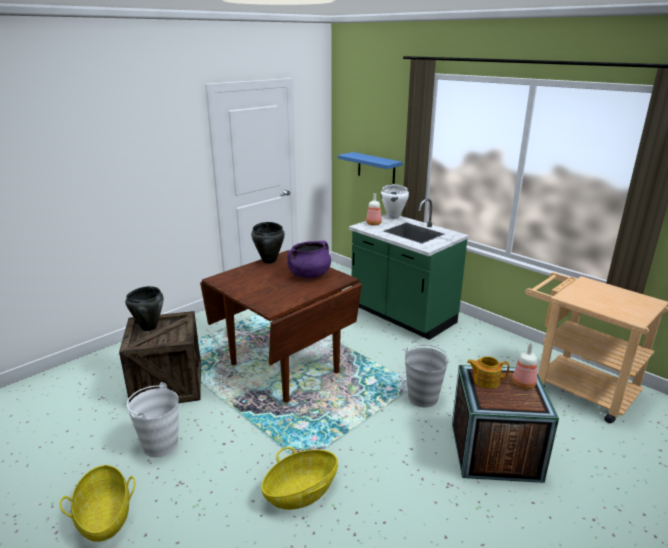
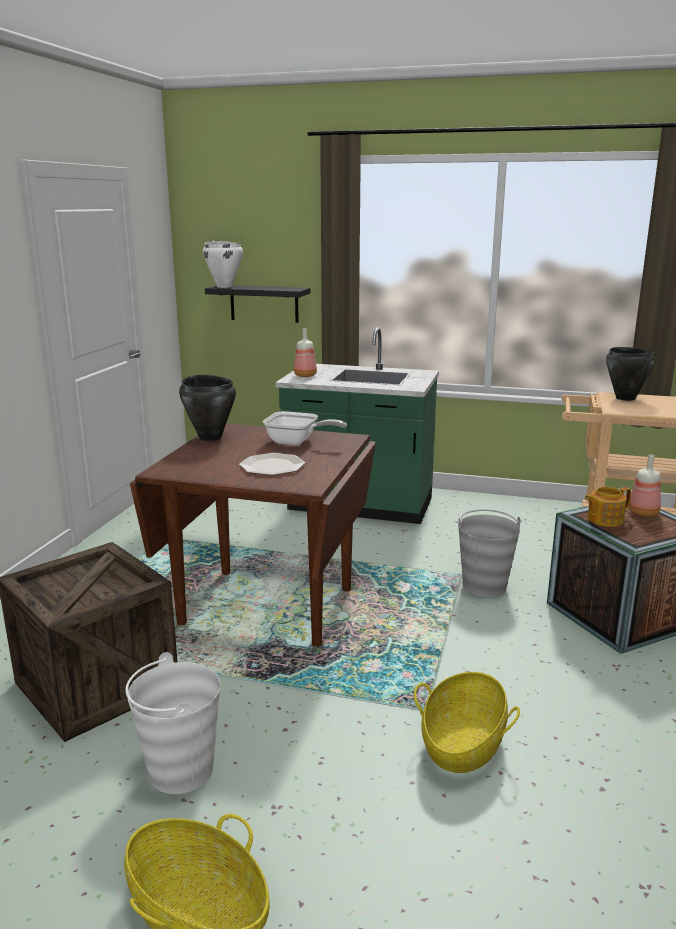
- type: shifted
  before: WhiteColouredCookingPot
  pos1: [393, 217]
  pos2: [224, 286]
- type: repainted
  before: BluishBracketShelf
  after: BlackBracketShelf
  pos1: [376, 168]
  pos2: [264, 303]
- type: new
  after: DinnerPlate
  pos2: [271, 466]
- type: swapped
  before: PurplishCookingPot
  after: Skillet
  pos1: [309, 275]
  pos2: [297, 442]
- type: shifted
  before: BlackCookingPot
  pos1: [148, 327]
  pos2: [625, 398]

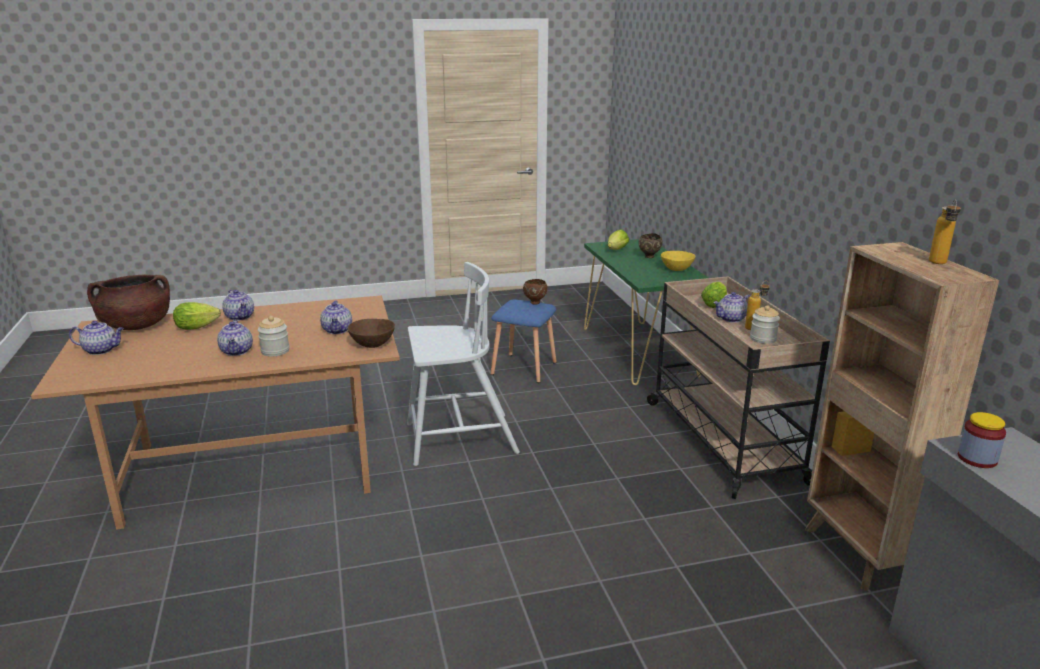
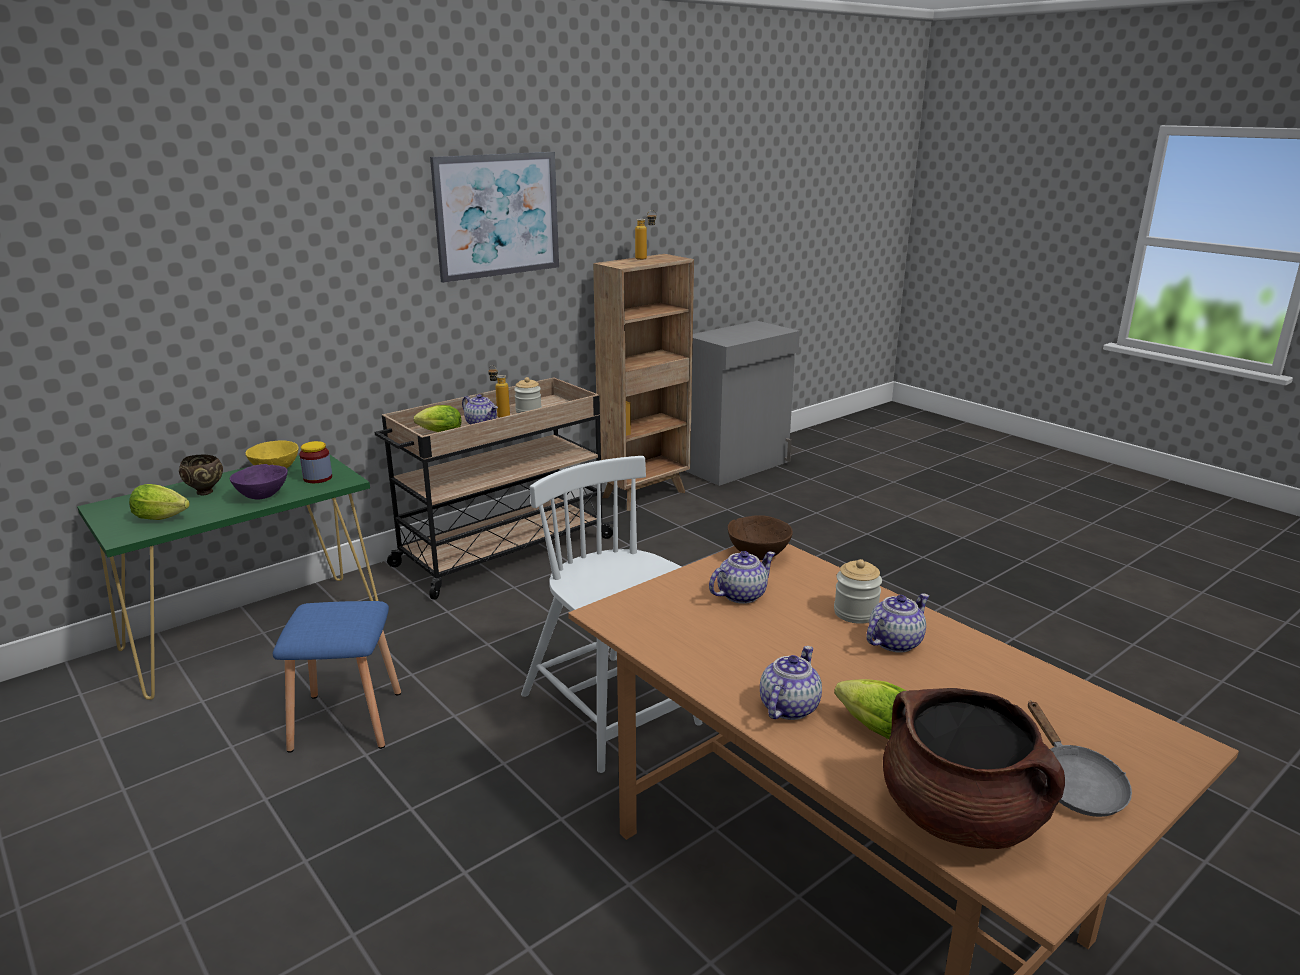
- type: new
  after: PurplishBowl
  pos2: [263, 496]
- type: shifted
  before: StorageJar
  pos1: [977, 459]
  pos2: [318, 478]
- type: new
  after: Picture
  pos2: [497, 215]
- type: swapped
  before: TeaPot
  after: GraySkillet
  pos1: [101, 350]
  pos2: [1074, 784]
- type: gone
  before: BrownishBowl
  pos1: [535, 302]

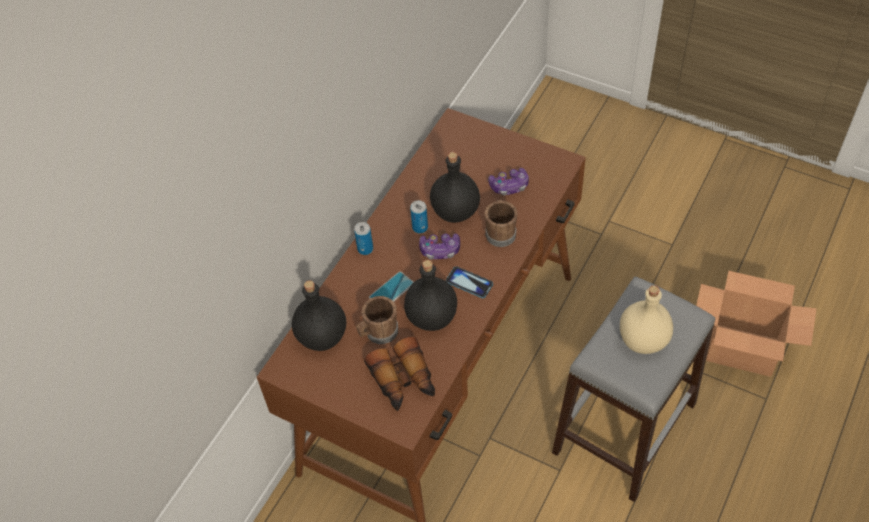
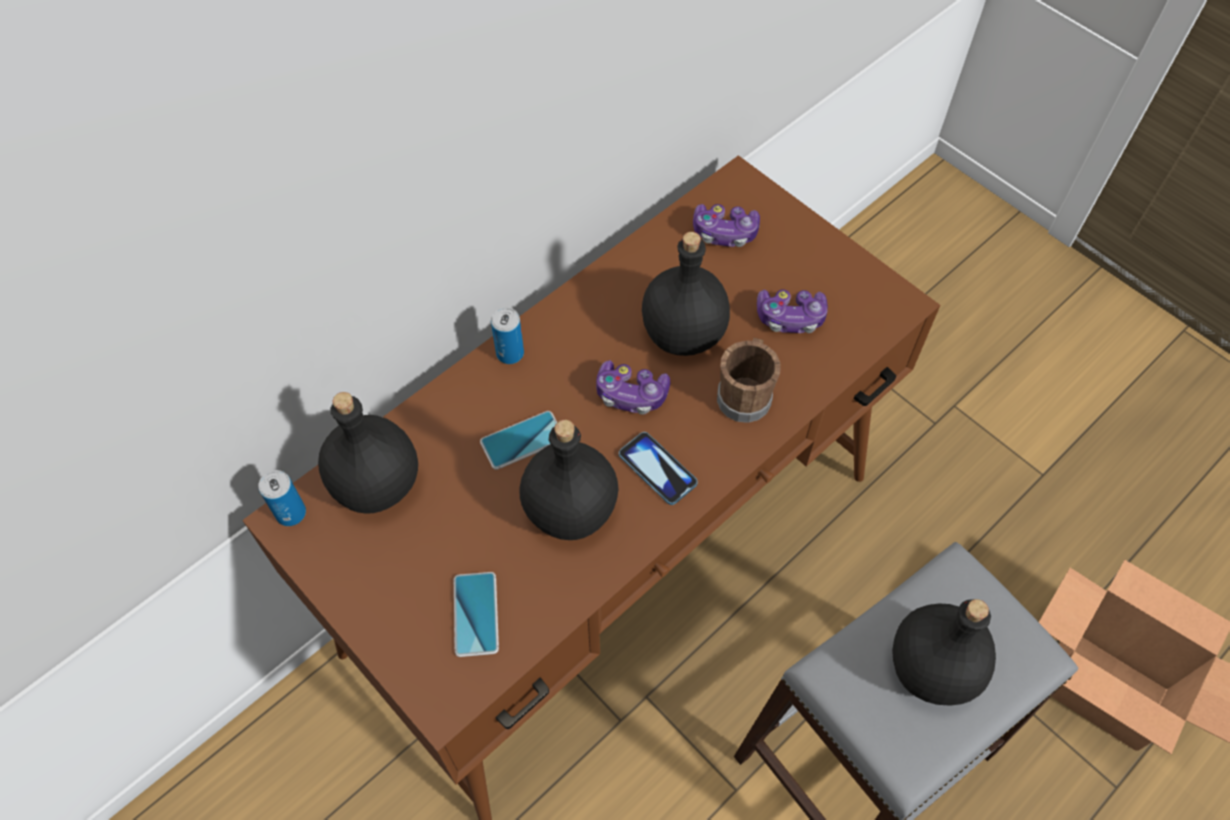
- type: shifted
  before: SealedCan
  pos1: [420, 227]
  pos2: [291, 513]
- type: swapped
  before: PairOfBinoculars
  after: Phone
  pos1: [403, 382]
  pos2: [475, 614]
- type: new
  after: GameController
  pos2: [724, 232]
- type: repainted
  before: SandColouredDrinkBottle
  after: BlackDrinkBottle
  pos1: [642, 339]
  pos2: [930, 667]
- type: gone
  before: BrownishCoffeeMug
  pos1: [378, 332]

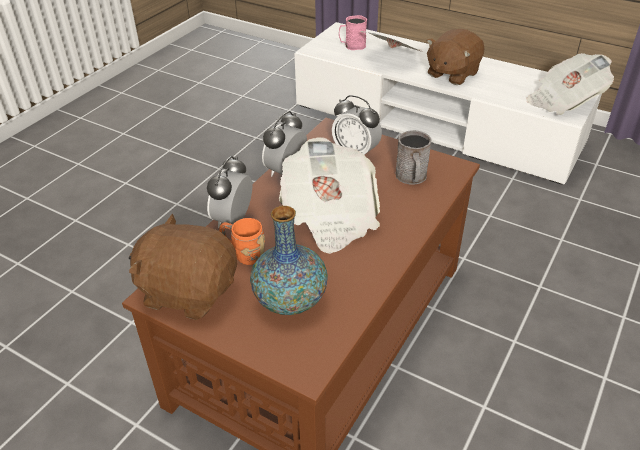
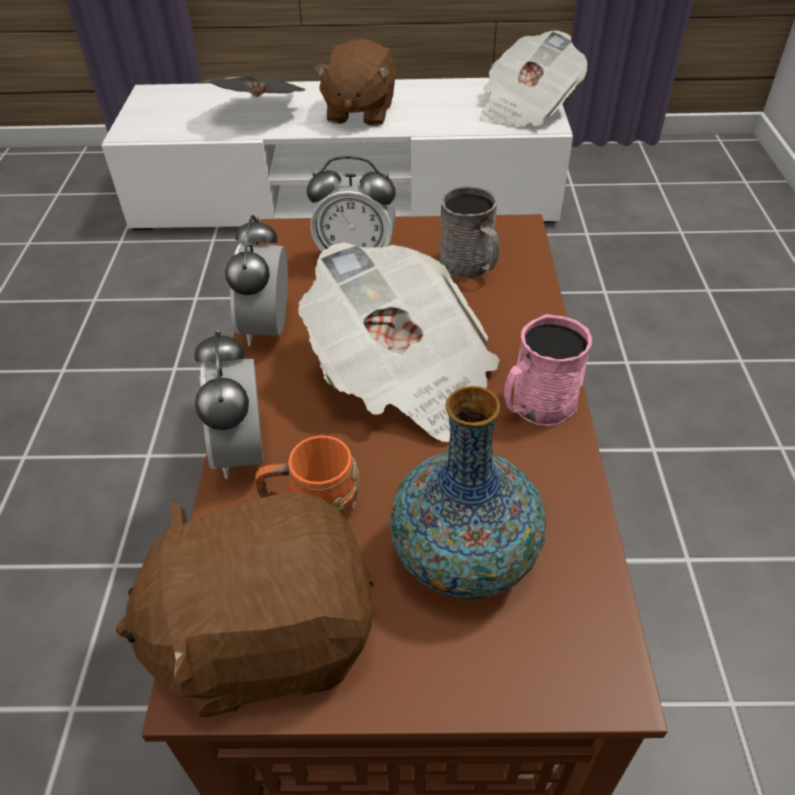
- type: shifted
  before: PinkCoffeeMug
  pos1: [352, 46]
  pos2: [536, 406]

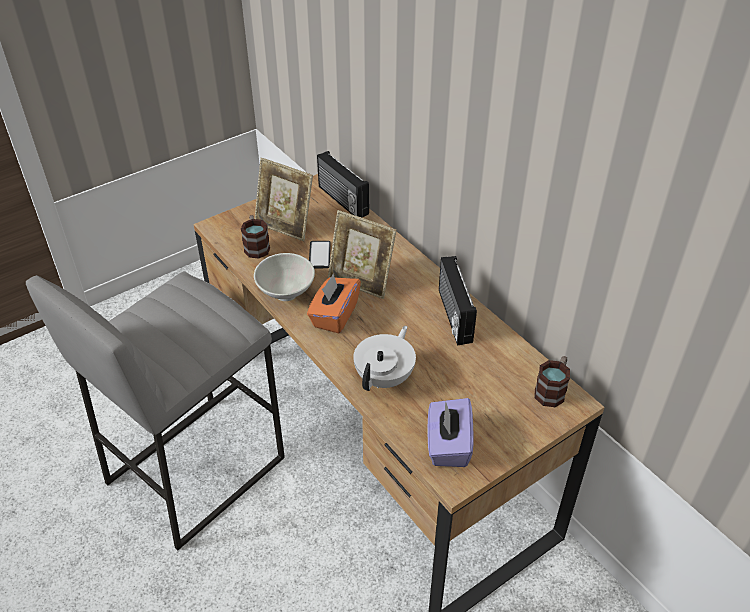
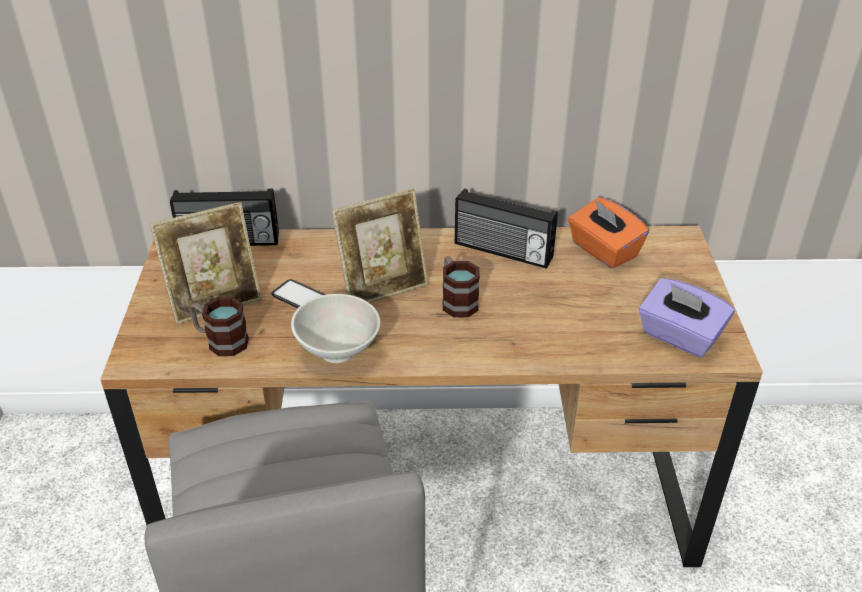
- type: shifted
  before: CoffeeMug
  pos1: [552, 390]
  pos2: [456, 300]
- type: shifted
  before: OrangeyTissueBox
  pos1: [334, 315]
  pos2: [603, 250]
- type: gone
  before: WhiteColouredTeaPot
  pos1: [385, 377]

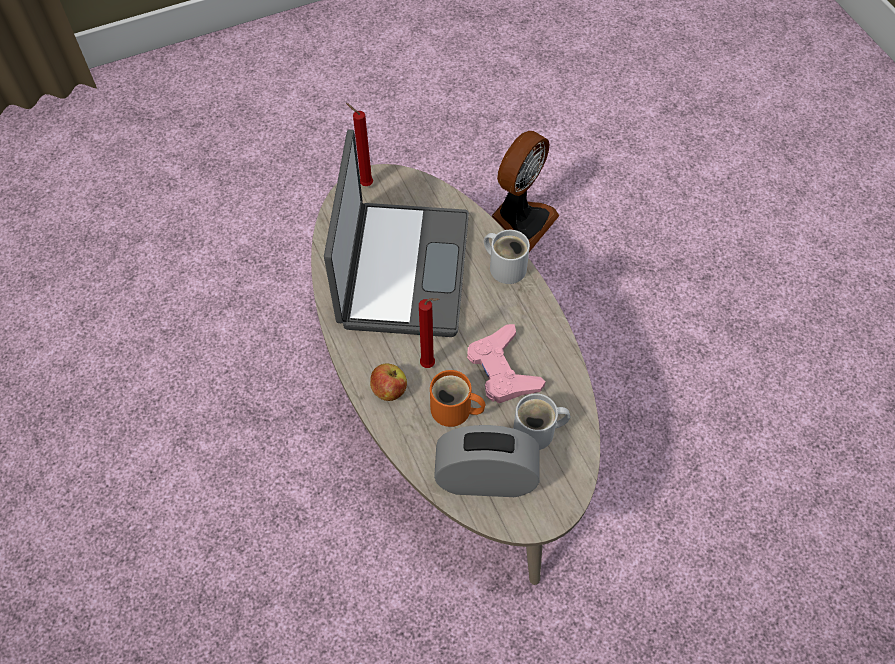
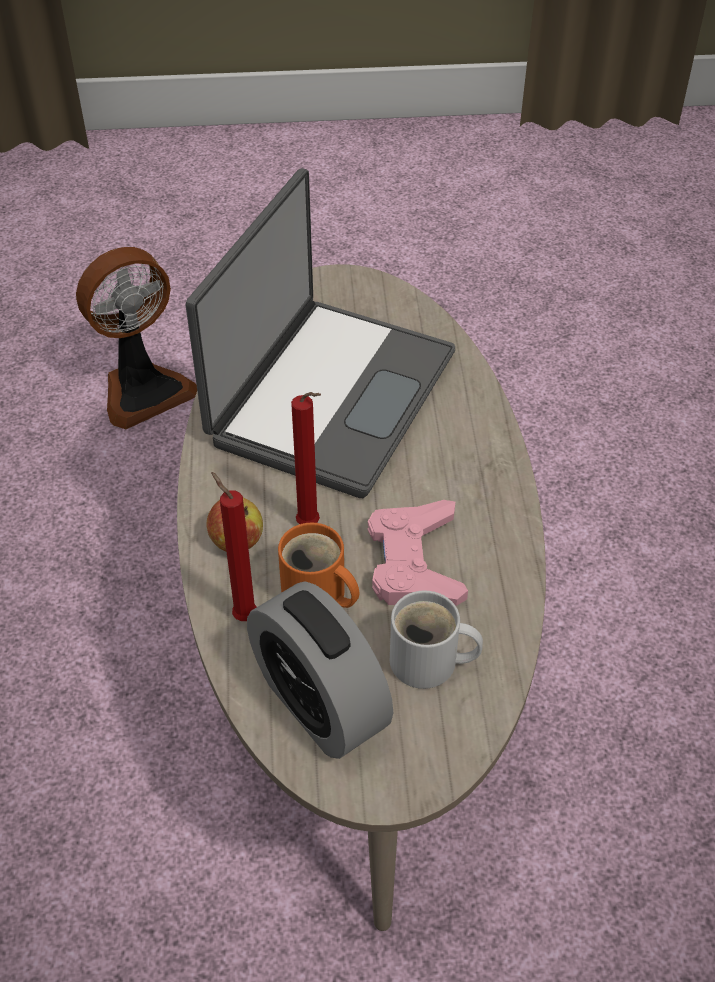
- type: shifted
  before: ElectricFan
  pos1: [521, 221]
  pos2: [143, 390]
- type: shifted
  before: ReddishWaxCandle
  pos1: [364, 184]
  pos2: [242, 614]
- type: rotated
  before: BedsideClock
  pos1: [485, 479]
  pos2: [319, 704]
  turn: -150
- type: gone
  before: WhiteColouredCoffeeMug
  pos1: [506, 266]

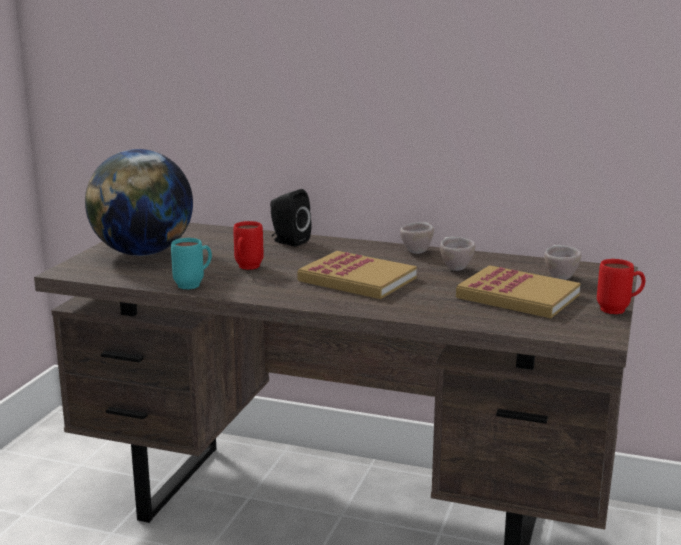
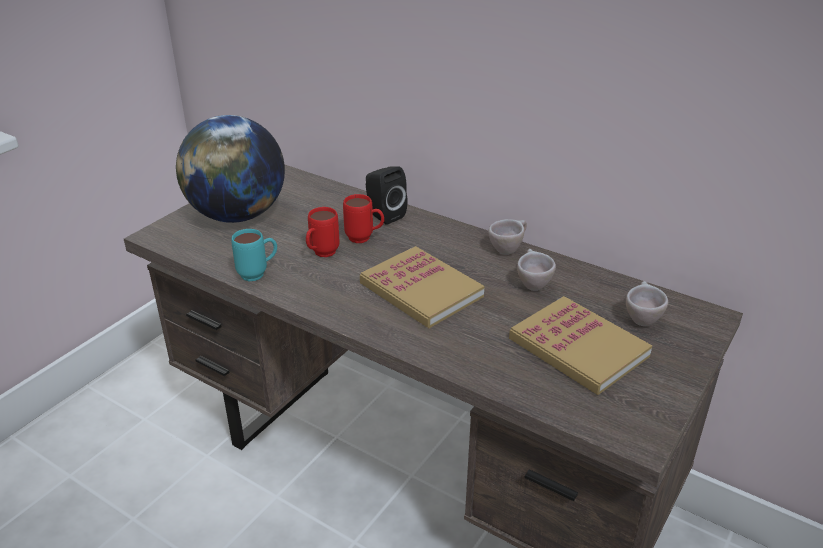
- type: shifted
  before: ReddishCoffeeMug
  pos1: [619, 310]
  pos2: [364, 239]

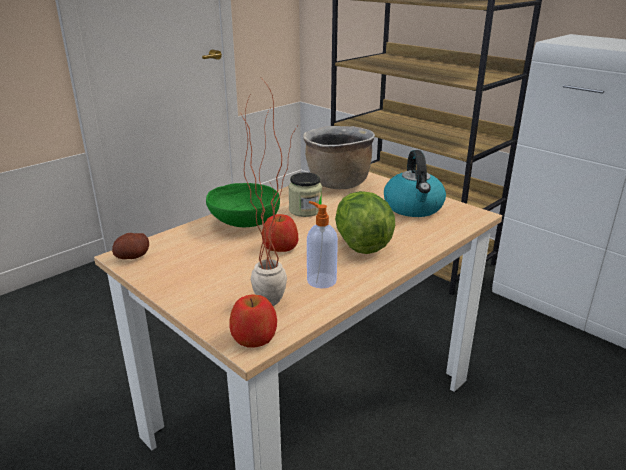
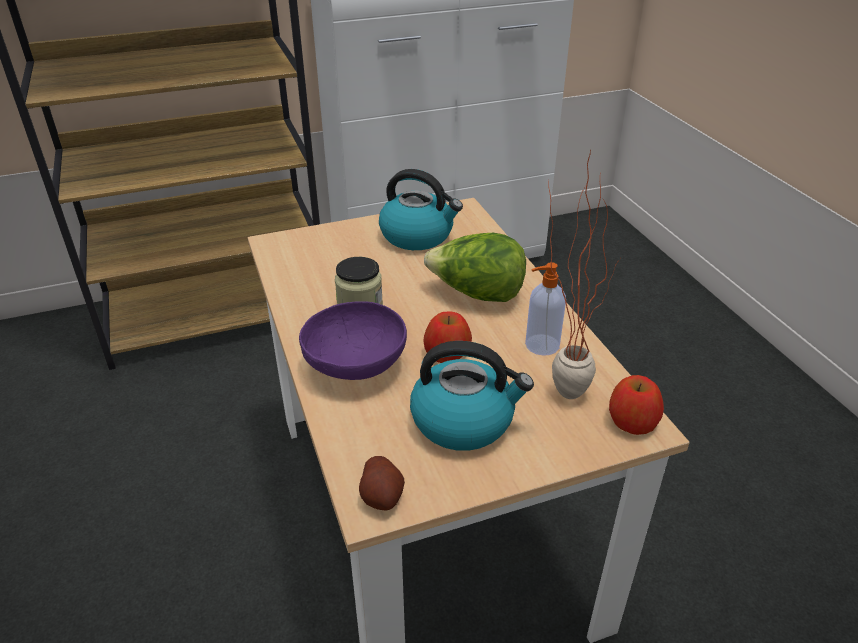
- type: repainted
  before: GreenishBowl
  after: PurplishBowl
  pos1: [243, 223]
  pos2: [356, 366]
- type: new
  after: Kettle
  pos2: [464, 420]
- type: gone
  before: BrownishCookingPot
  pos1: [337, 183]

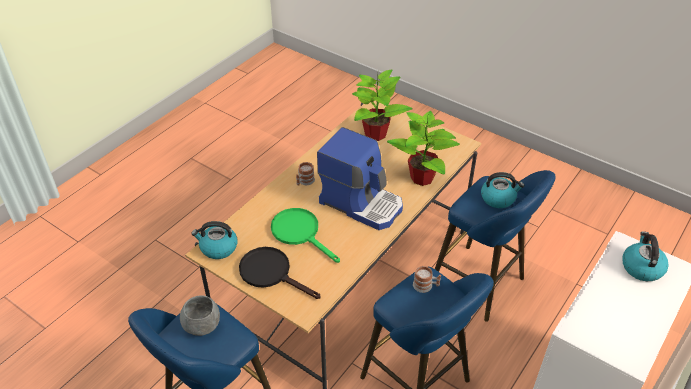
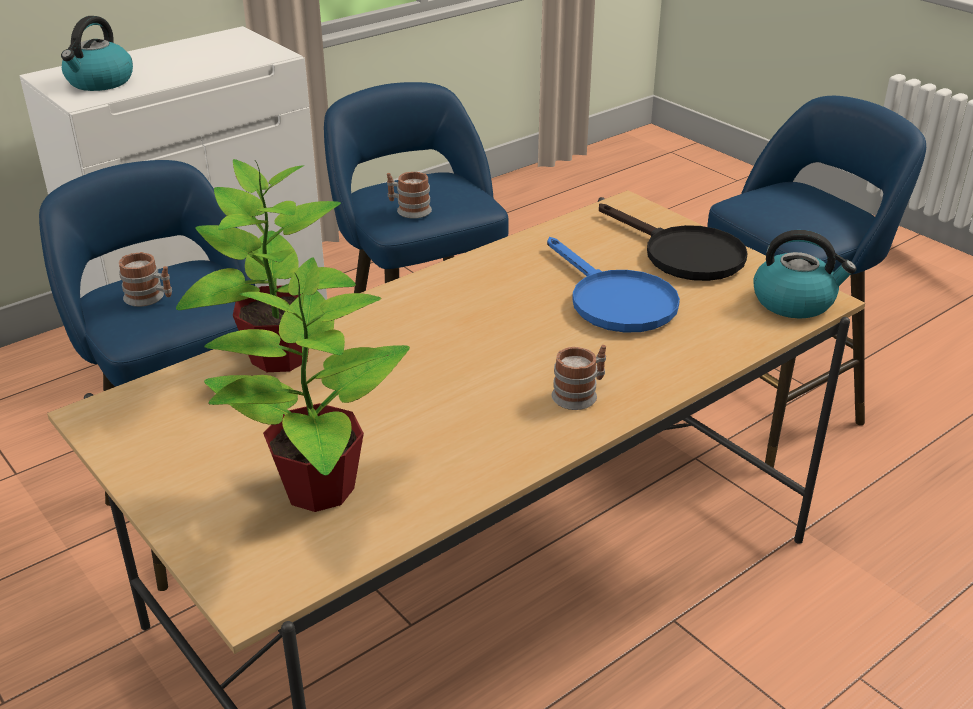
- type: swapped
  before: Kettle
  after: CoffeeMug
  pos1: [498, 198]
  pos2: [150, 298]
- type: repainted
  before: GreenishSkillet
  after: BluishSkillet
  pos1: [300, 233]
  pos2: [614, 300]
- type: gone
  before: GrayBowl
  pos1: [202, 326]
- type: gone
  before: CoffeeBrewer
  pos1: [361, 203]

